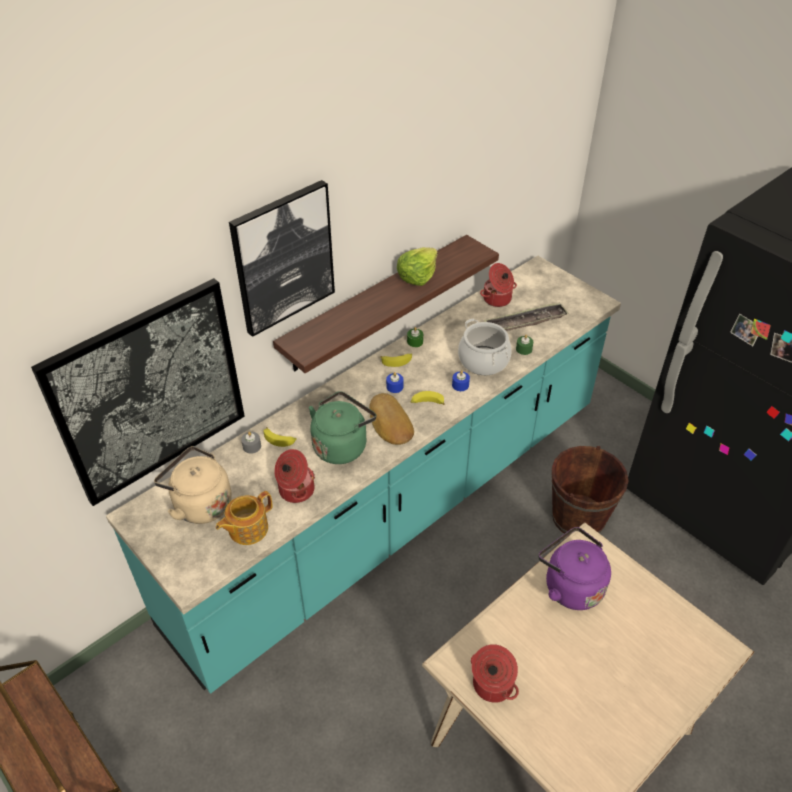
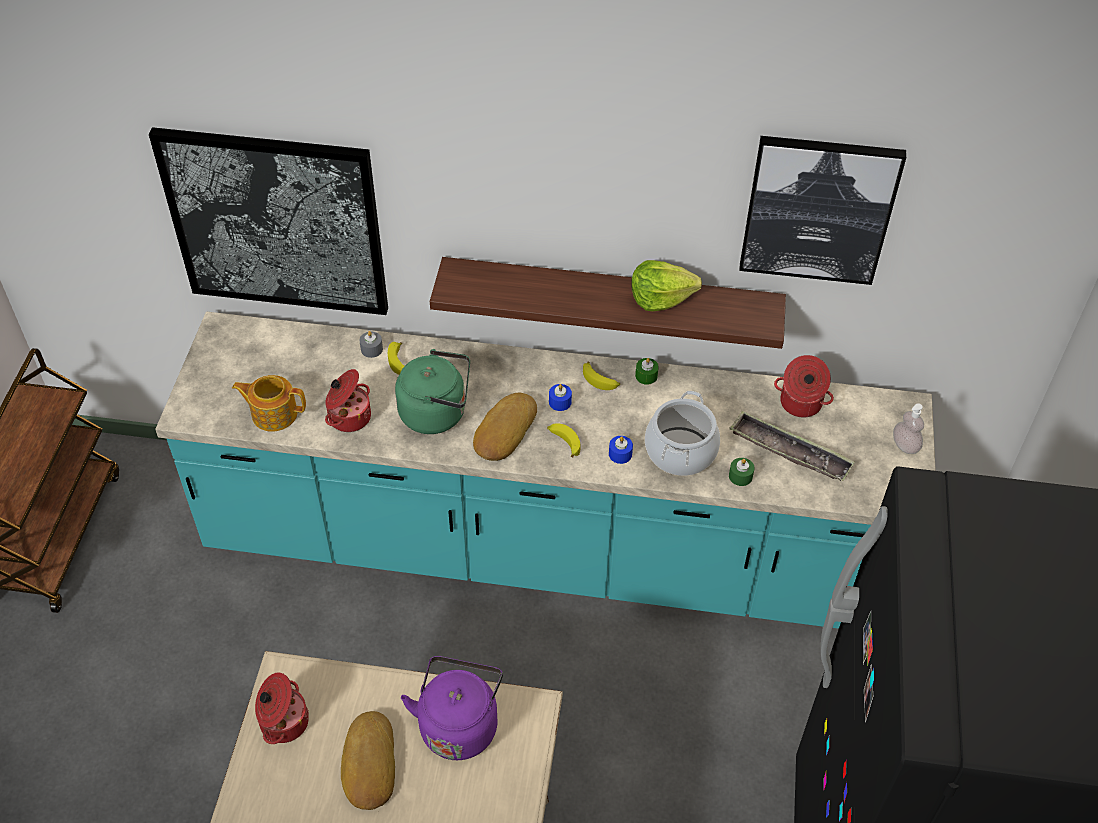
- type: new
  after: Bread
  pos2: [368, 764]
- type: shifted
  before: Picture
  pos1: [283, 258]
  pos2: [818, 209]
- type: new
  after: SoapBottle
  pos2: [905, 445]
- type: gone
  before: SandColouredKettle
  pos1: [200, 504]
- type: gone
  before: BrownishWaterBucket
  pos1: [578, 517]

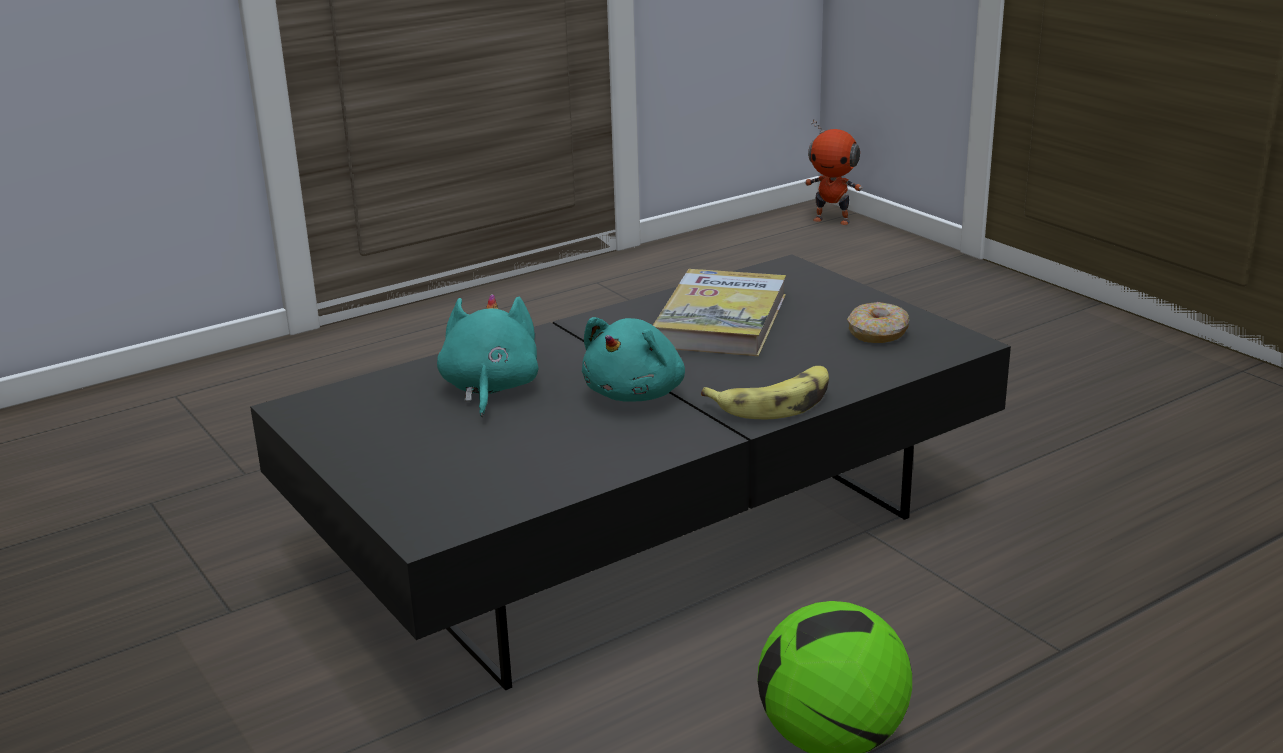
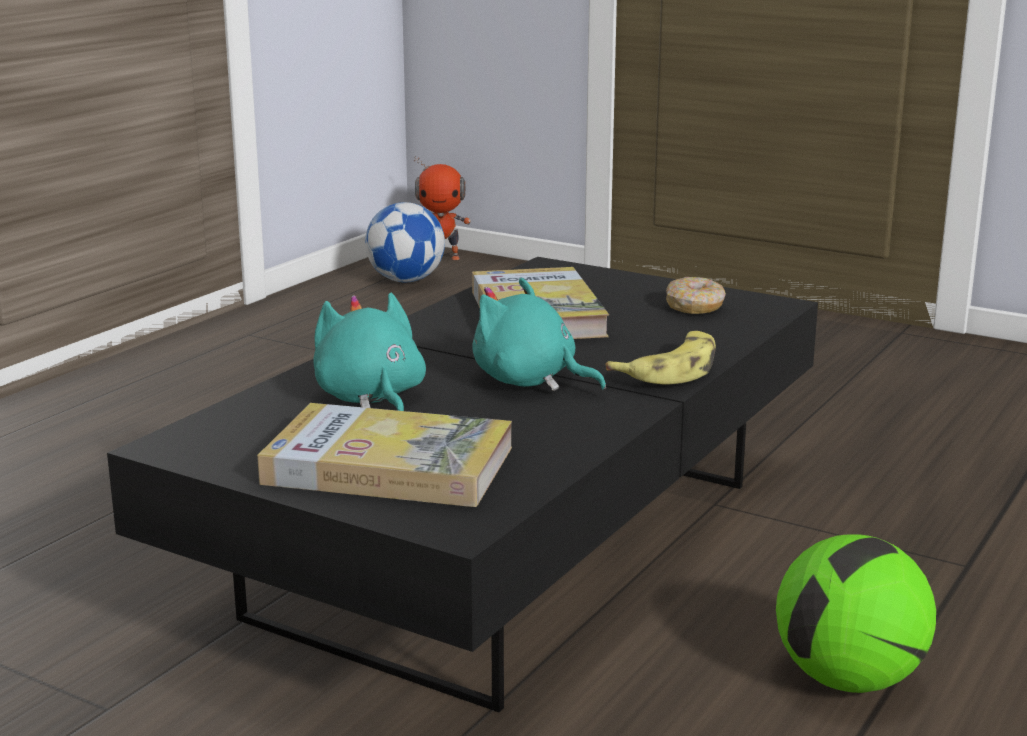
- type: new
  after: Book
  pos2: [388, 465]
- type: new
  after: Football
  pos2: [406, 280]
- type: rotated
  before: BlueGreenSoftToy
  pos1: [637, 393]
  pos2: [529, 381]
  turn: 120

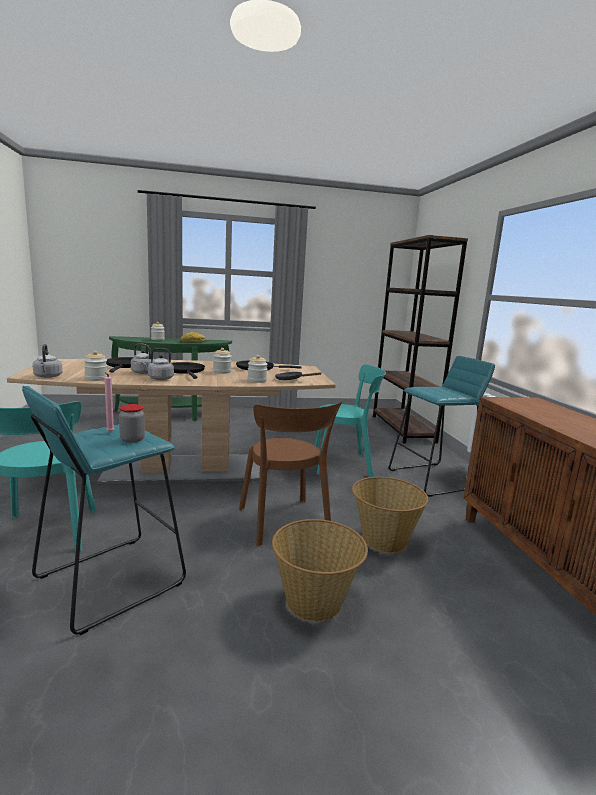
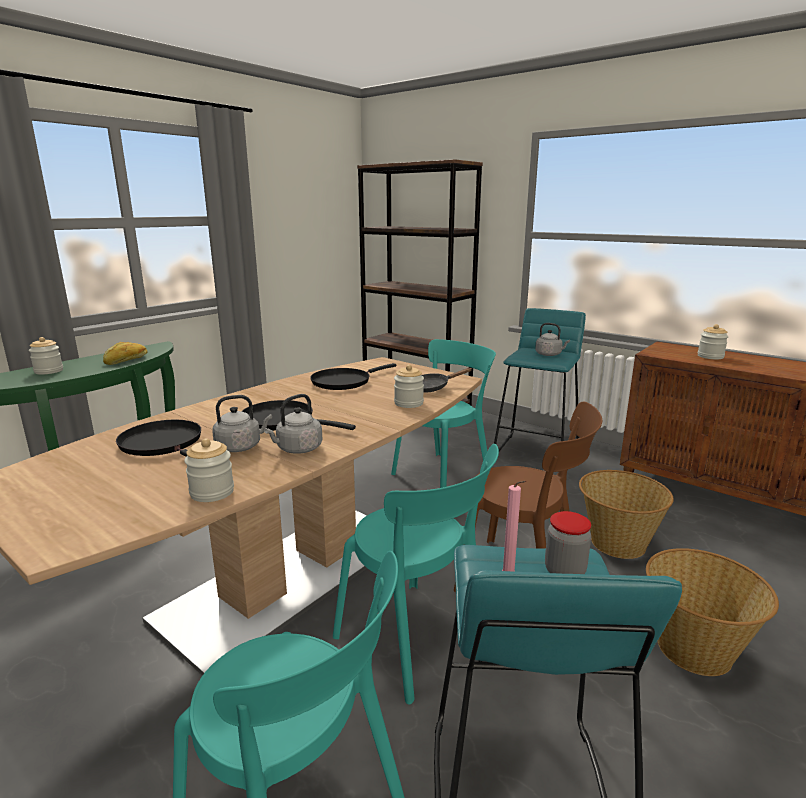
- type: new
  after: BlueGreenPlainChair
  pos2: [417, 640]
- type: shifted
  before: GrayKettle
  pos1: [48, 376]
  pos2: [549, 354]
- type: shifted
  before: StorageJar
  pos1: [222, 372]
  pos2: [710, 356]

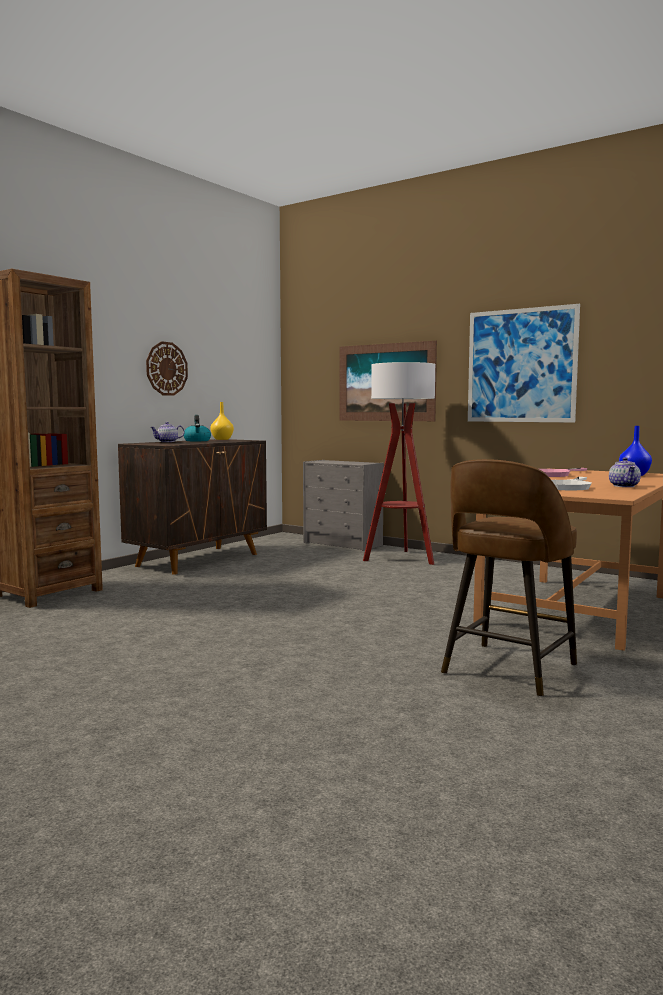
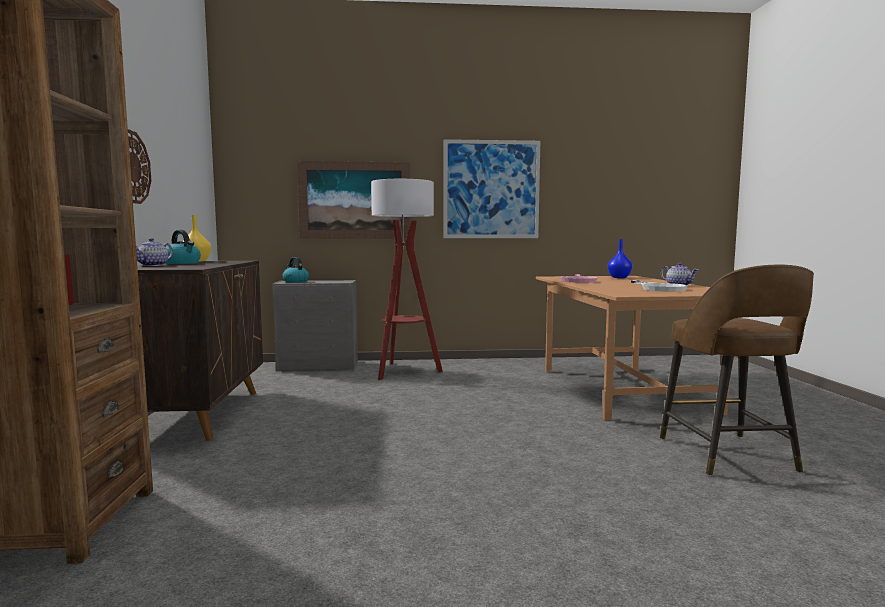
- type: new
  after: Kettle
  pos2: [295, 281]

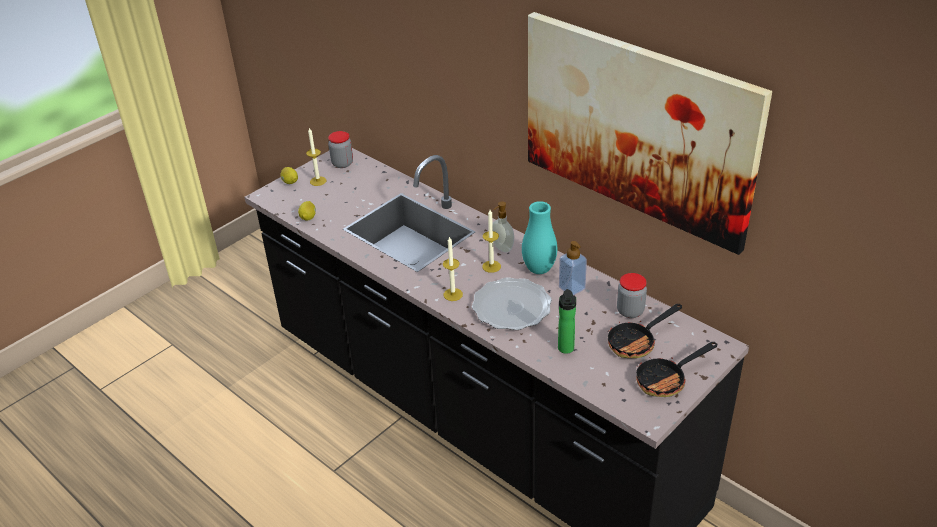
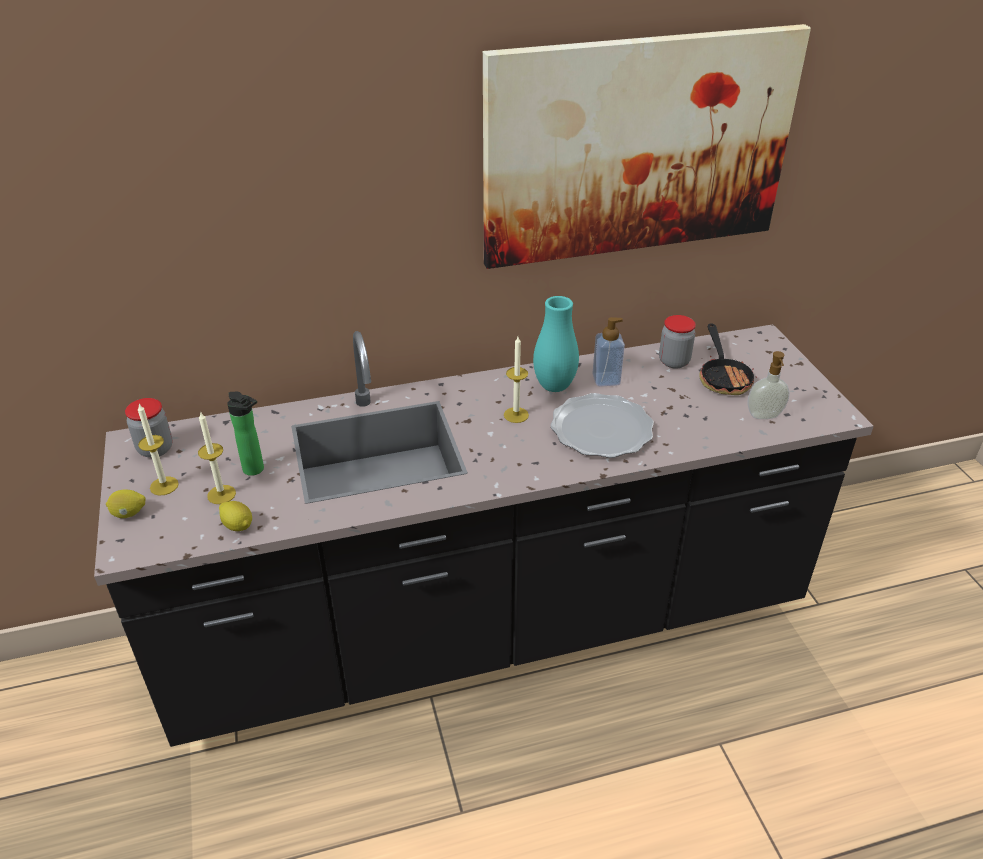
- type: shifted
  before: WaxCandle
  pos1: [453, 294]
  pos2: [221, 494]
- type: shifted
  before: DrinkBottle
  pos1: [566, 350]
  pos2: [256, 470]
- type: shifted
  before: SoapBottle
  pos1: [502, 248]
  pos2: [764, 416]
- type: gone
  before: Skillet
  pos1: [667, 379]

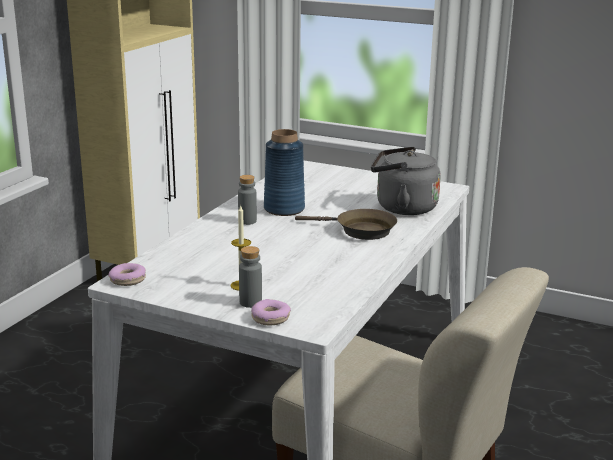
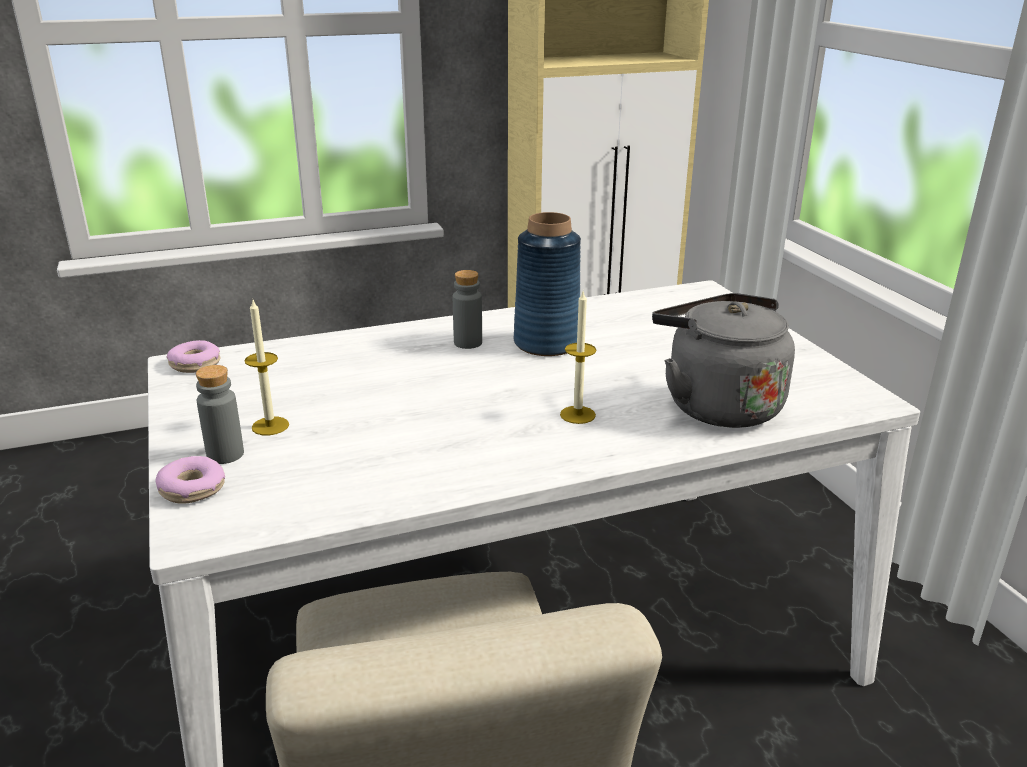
- type: swapped
  before: BrownishSkillet
  after: WaxCandle
  pos1: [360, 230]
  pos2: [577, 415]

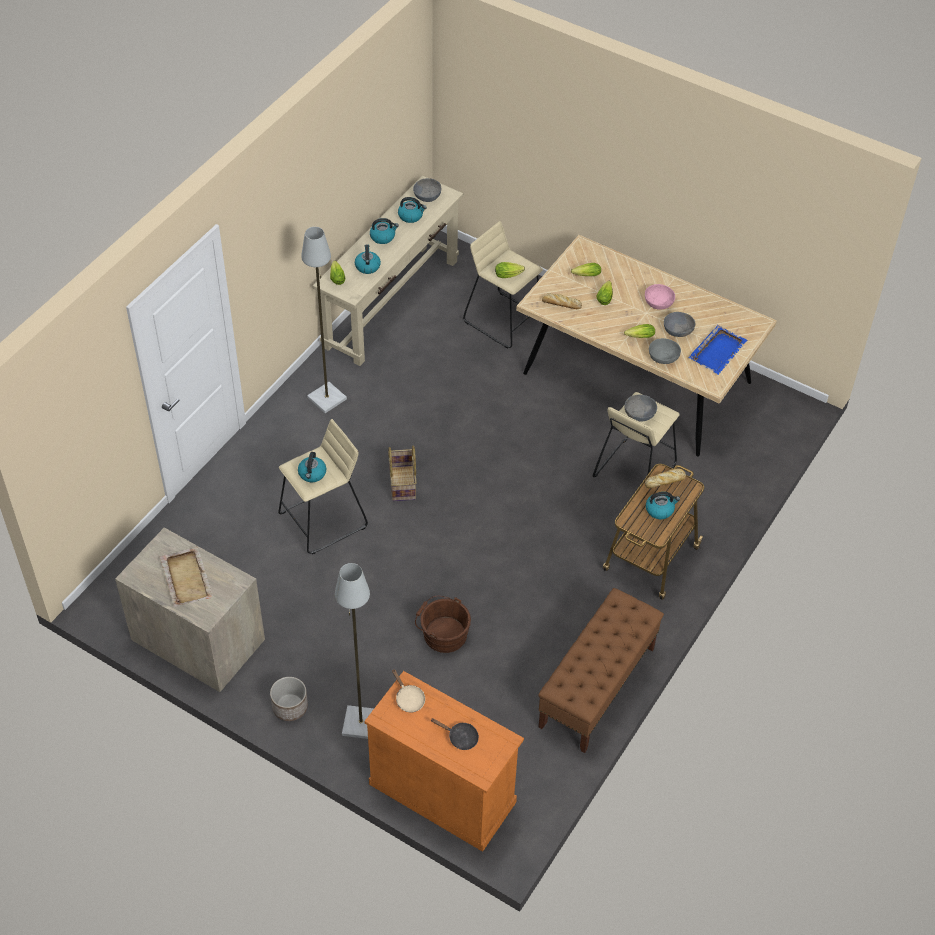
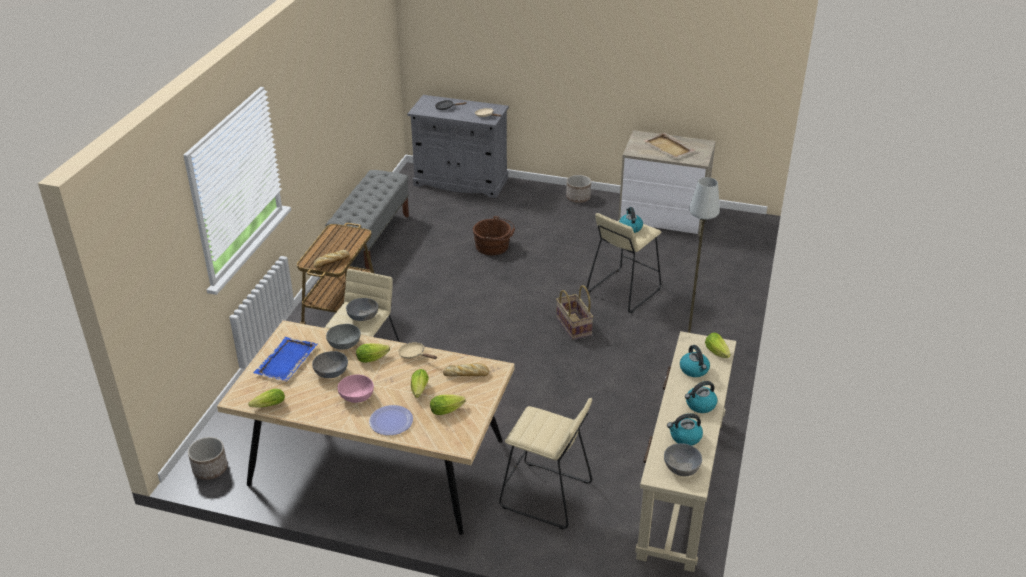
- type: new
  after: Planter
  pos2: [210, 469]
- type: shifted
  before: Lettuce
  pos1: [509, 275]
  pos2: [267, 406]
- type: repainted
  before: BrownishBench
  after: GrayBench
  pos1: [597, 687]
  pos2: [372, 239]
- type: new
  after: DinnerPlate
  pos2: [391, 421]
- type: new
  after: SandColouredSkillet
  pos2: [414, 355]
- type: repainted
  before: OrangeyCabinet
  after: GrayCabinet
  pos1: [442, 792]
  pos2: [460, 182]
- type: gone
  before: GrayStandingLamp
  pos1: [360, 724]
- type: gone
  before: Kettle
  pos1: [660, 510]

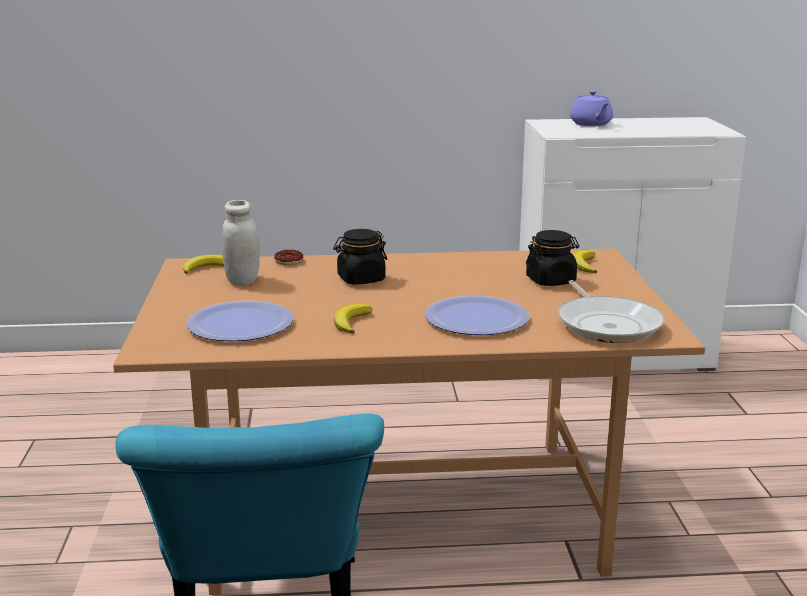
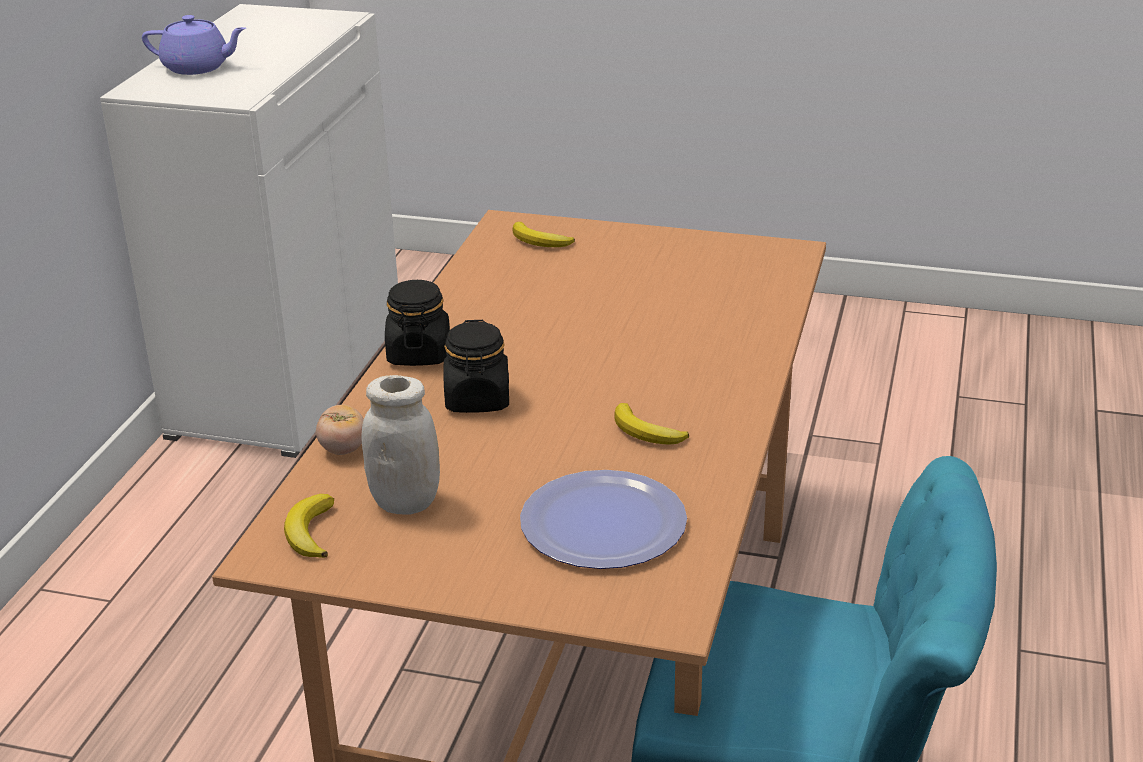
- type: swapped
  before: Doughnut
  after: WholeTomato
  pos1: [288, 261]
  pos2: [343, 449]
- type: shifted
  before: BlackStorageJar
  pos1: [551, 280]
  pos2: [419, 353]
- type: gone
  before: DinnerPlate
  pos1: [476, 318]
- type: gone
  before: Skillet
  pos1: [607, 324]

